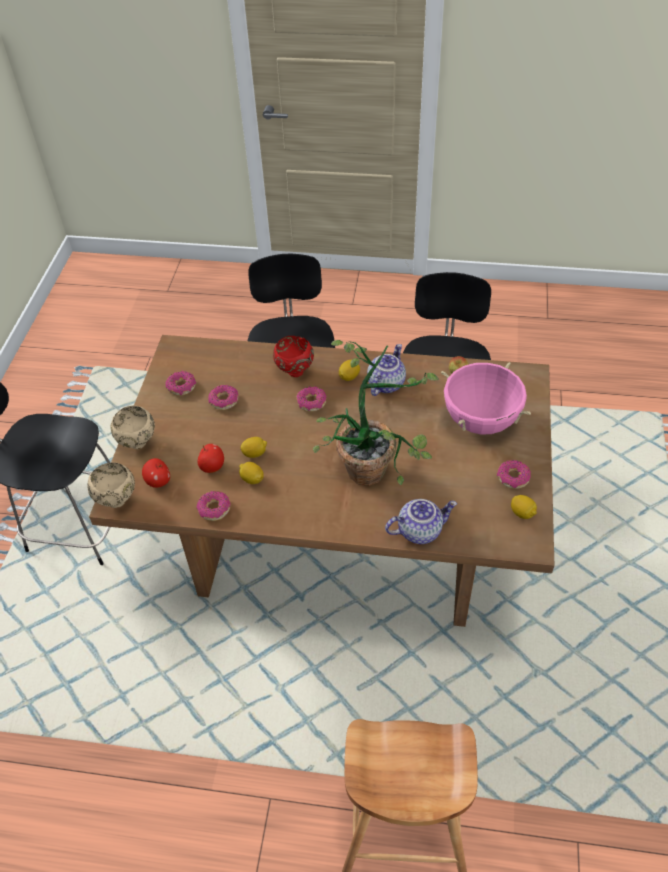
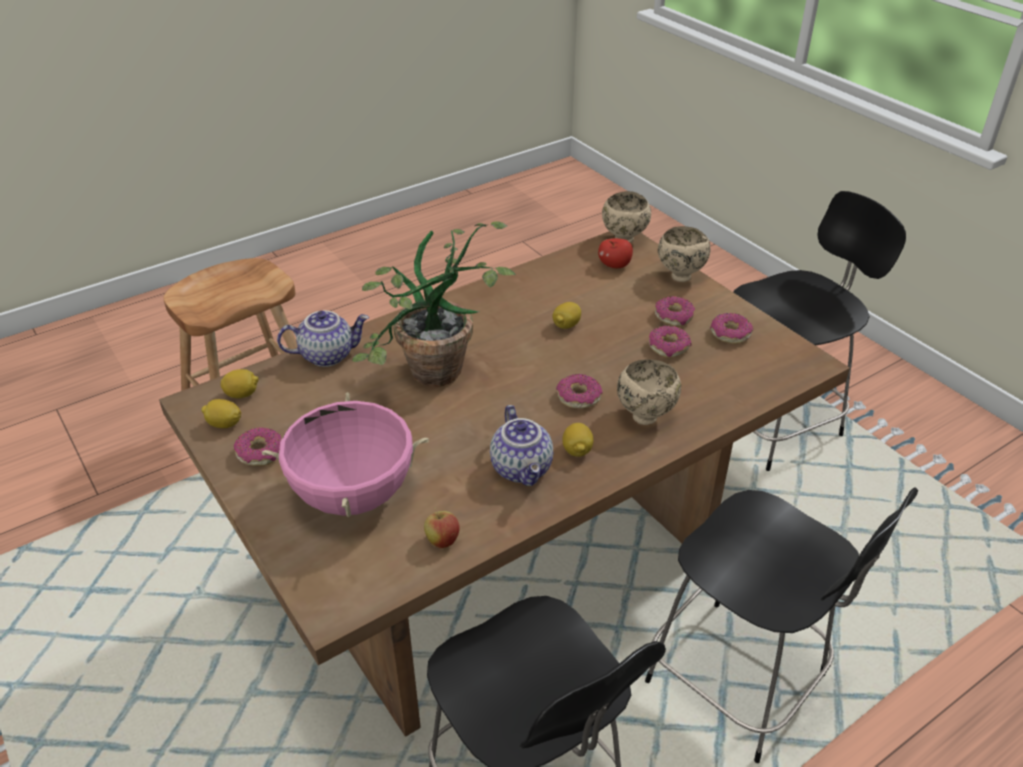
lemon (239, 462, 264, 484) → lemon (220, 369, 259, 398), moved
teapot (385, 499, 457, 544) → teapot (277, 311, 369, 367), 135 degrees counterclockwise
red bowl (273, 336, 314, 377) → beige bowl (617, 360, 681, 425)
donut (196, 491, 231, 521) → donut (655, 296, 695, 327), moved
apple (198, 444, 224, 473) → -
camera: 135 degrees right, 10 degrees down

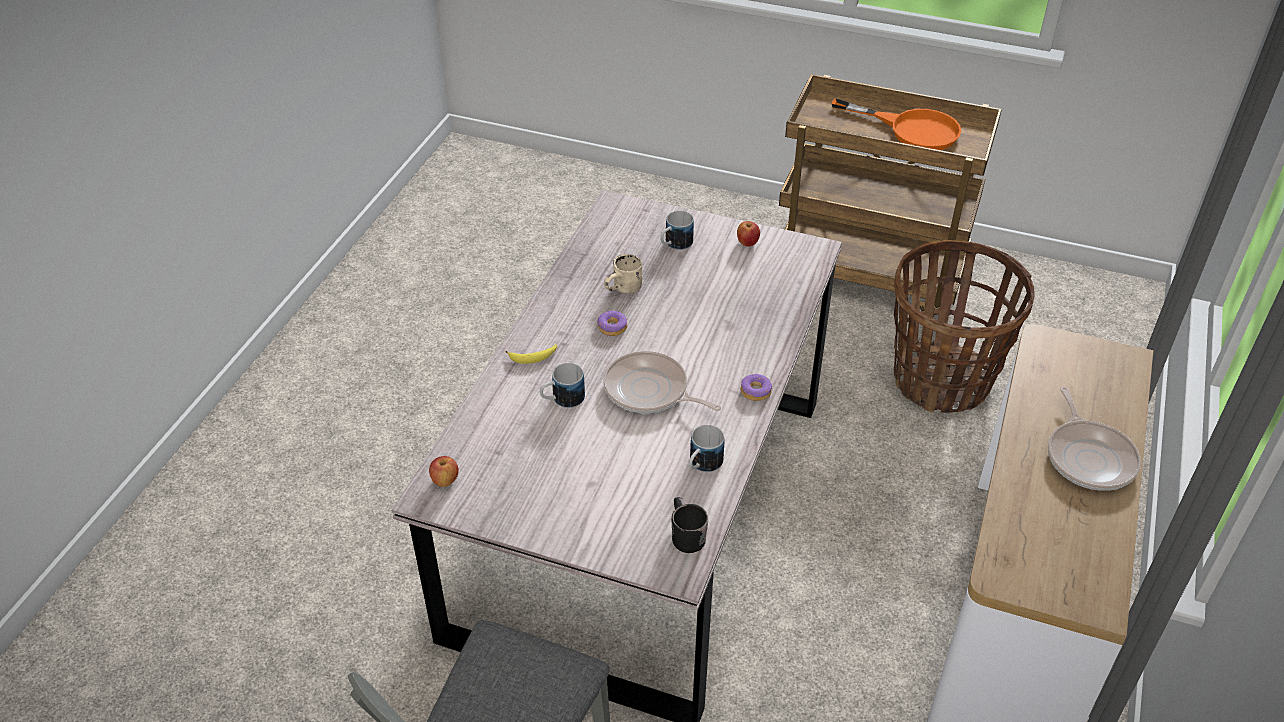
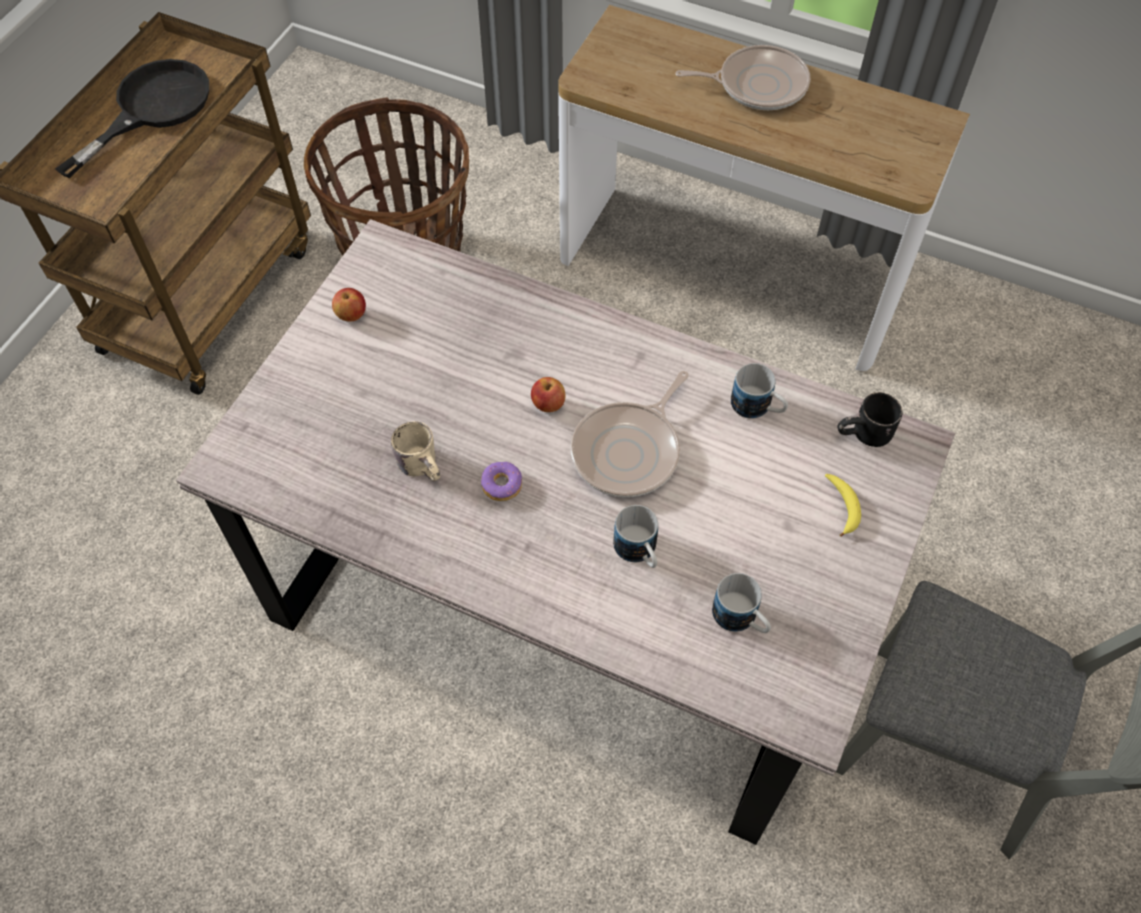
orange frying pan (831, 98, 961, 150) → black frying pan (55, 59, 209, 178)
apple (429, 456, 459, 487) → apple (531, 377, 565, 412), moved
mug (660, 211, 694, 250) → mug (712, 573, 771, 633), moved
banana (506, 344, 557, 364) → banana (825, 474, 861, 537), moved
donut (741, 374, 772, 401) → -
camera: 85 degrees left, 15 degrees up

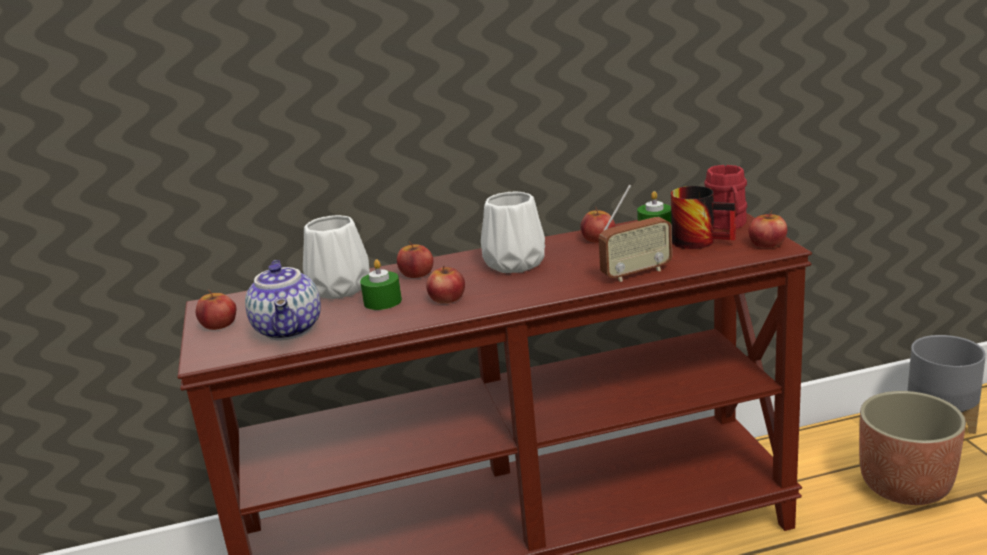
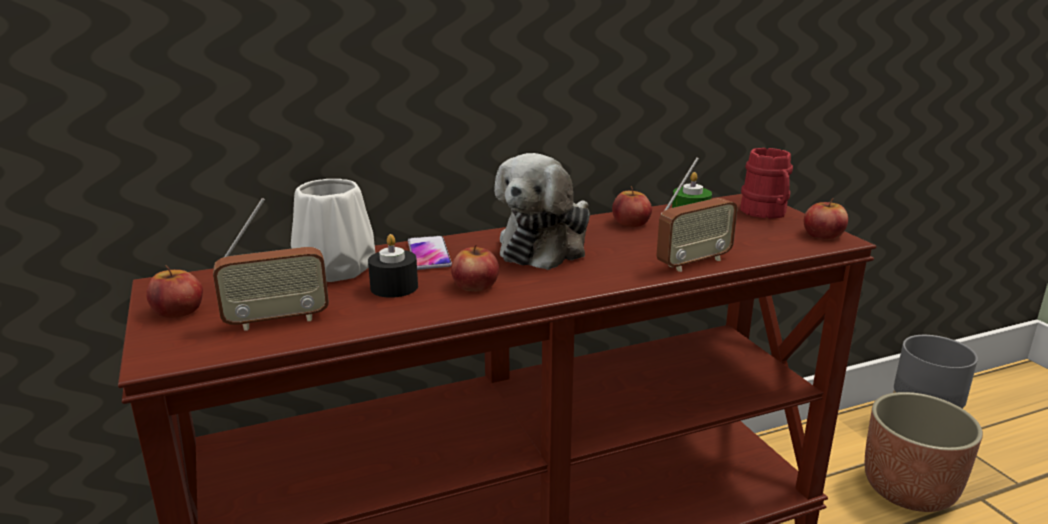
teapot (245, 260, 321, 340) → radio (213, 198, 329, 331)
green candle (360, 259, 402, 310) → black candle (368, 234, 418, 298)
apple (397, 242, 433, 278) → phone (408, 236, 452, 270)
white vase (481, 192, 545, 273) → plush toy (494, 153, 590, 270)
mug (671, 186, 736, 249) → -
camera: 10 degrees left, 0 degrees up

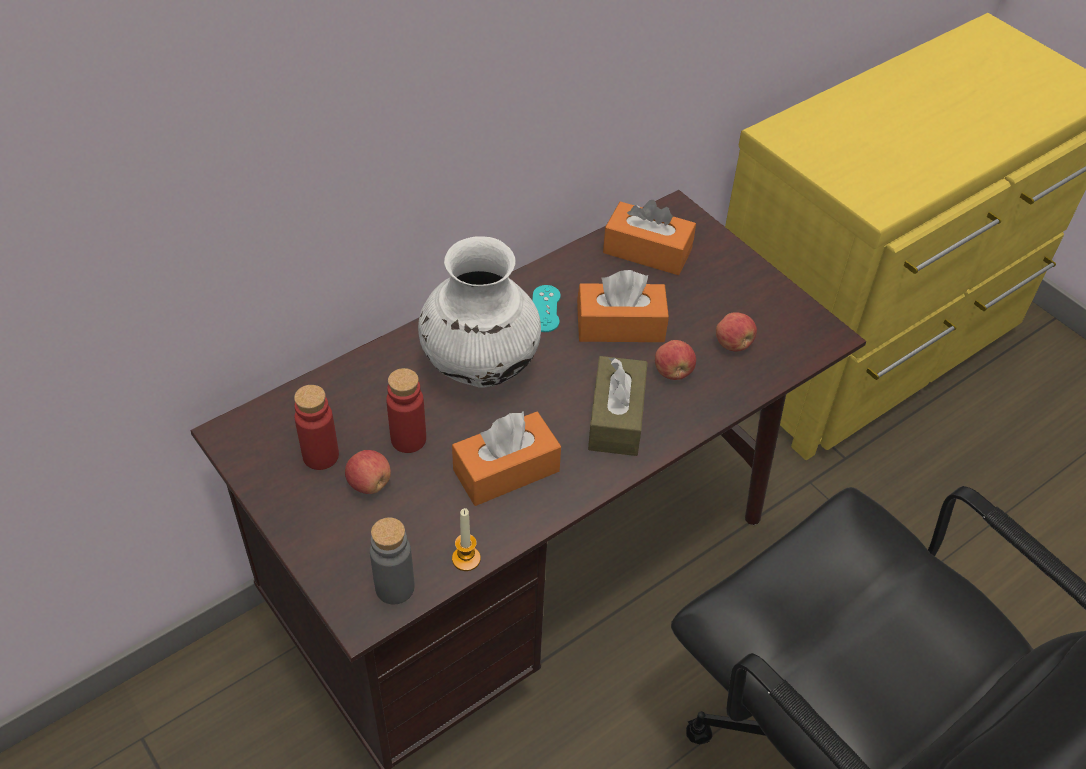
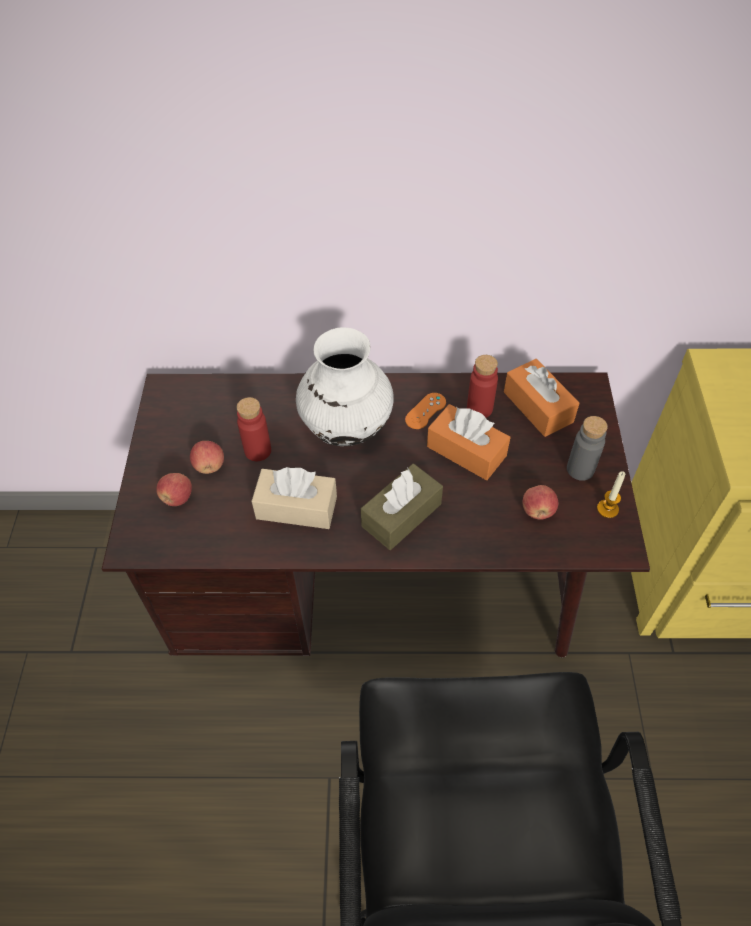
apple (655, 340, 696, 380) → apple (156, 473, 192, 506), moved
orange tissue box (452, 411, 561, 506) → beige tissue box (252, 467, 337, 529)
turquoise game controller (532, 285, 561, 332) → orange game controller (405, 393, 446, 429)
red bottle (294, 385, 339, 470) → red bottle (467, 355, 498, 418), moved
grey bottle (370, 517, 415, 605) → grey bottle (567, 416, 608, 481), moved
candle (452, 508, 481, 571) → candle (597, 471, 626, 518), moved
camera: 40 degrees right, 5 degrees up

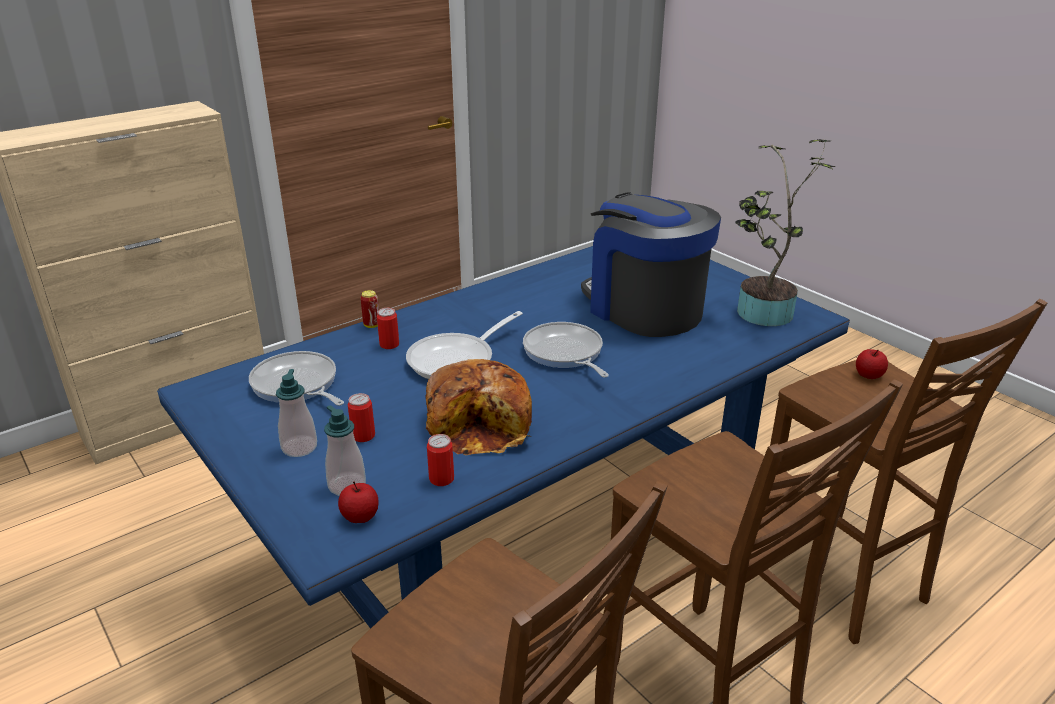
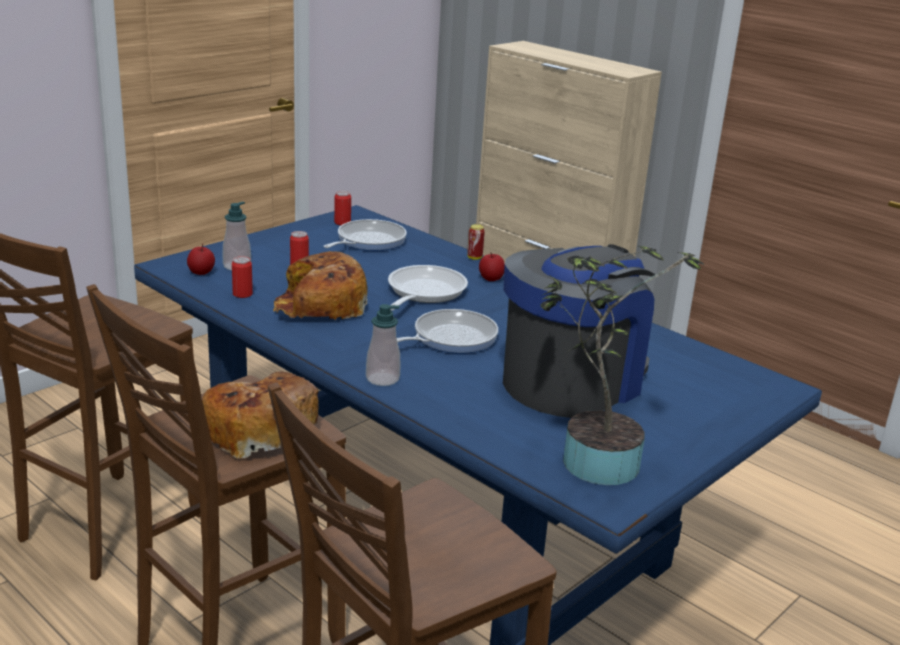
- → bread (202, 371, 319, 458)
can (377, 308, 399, 349) → can (334, 191, 351, 225), moved
soap dispenser (276, 369, 317, 457) → soap dispenser (366, 304, 401, 386), moved
frying pan (406, 311, 523, 379) → frying pan (388, 265, 468, 311), 75 degrees clockwise
apple (856, 349, 888, 379) → apple (479, 252, 505, 281), moved
camera: 80 degrees right, 5 degrees down

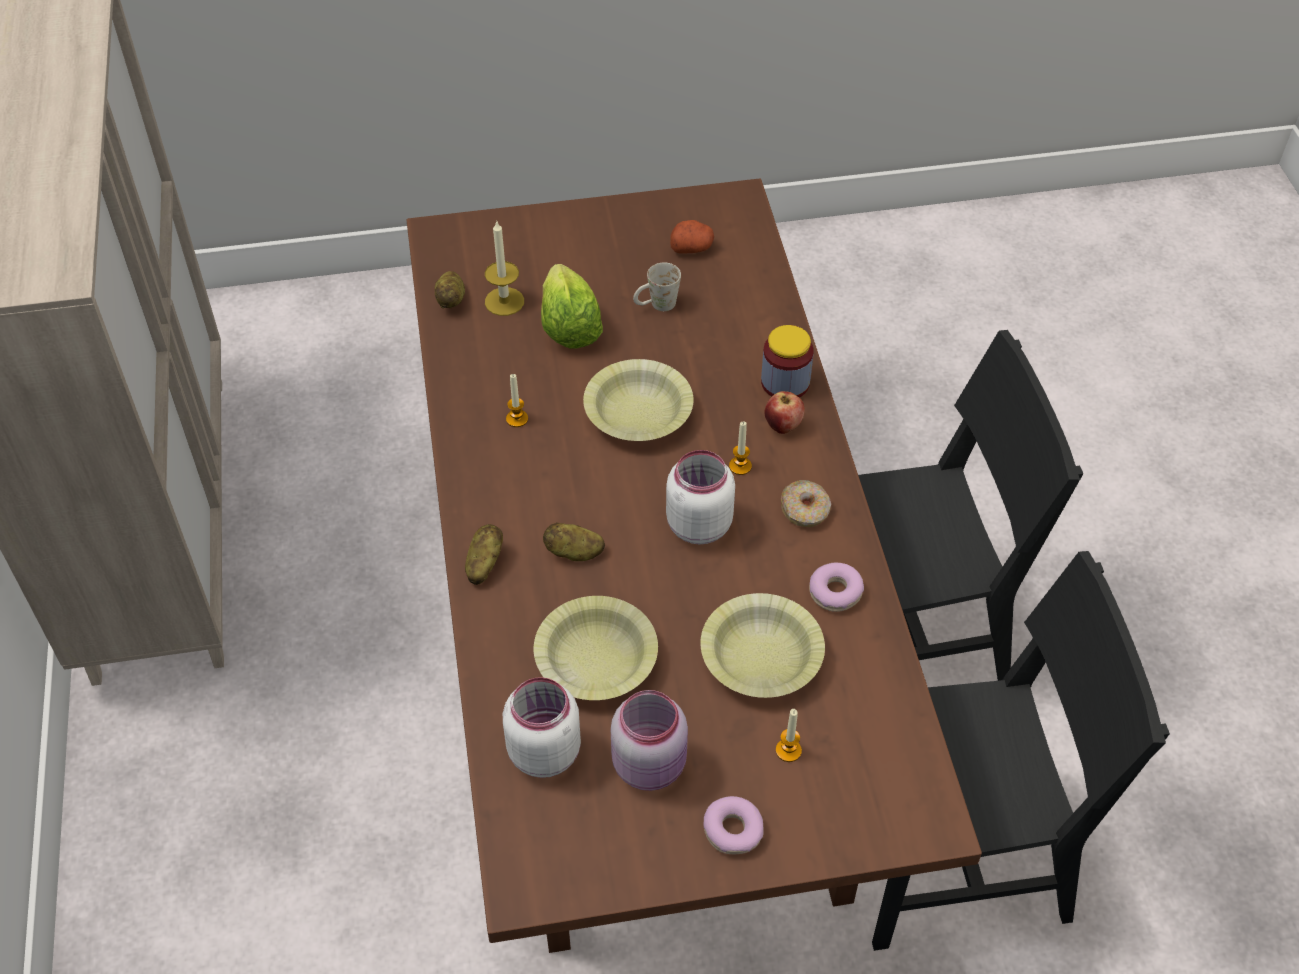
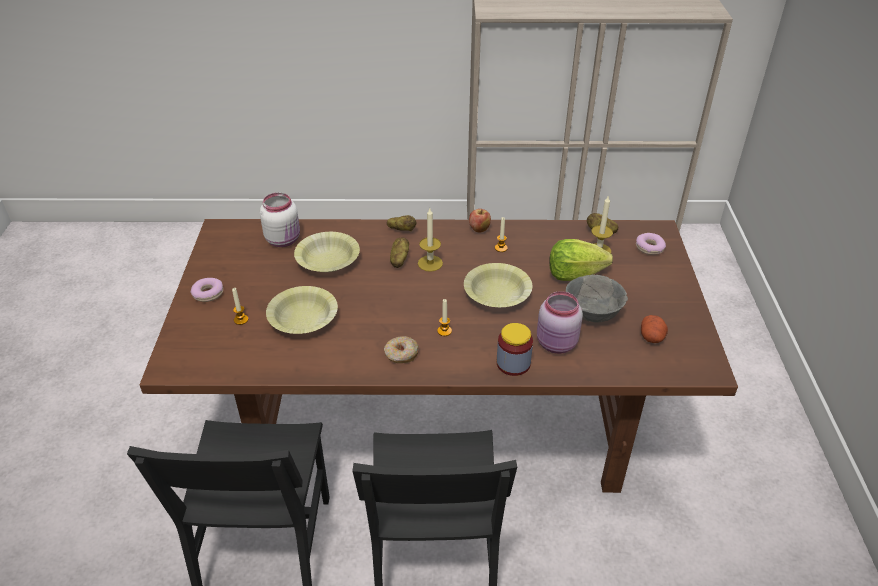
- → candle (418, 208, 443, 272)
apple (764, 391, 805, 434) → apple (469, 209, 491, 233), moved
pink jar (611, 690, 688, 791) → pink jar (537, 291, 583, 354), moved
white mug (633, 262, 681, 311) → grey bowl (566, 275, 628, 323)
donut (809, 563, 864, 612) → donut (636, 233, 666, 255), moved
white jar (666, 450, 735, 545) → -
camera: 100 degrees right, 10 degrees down

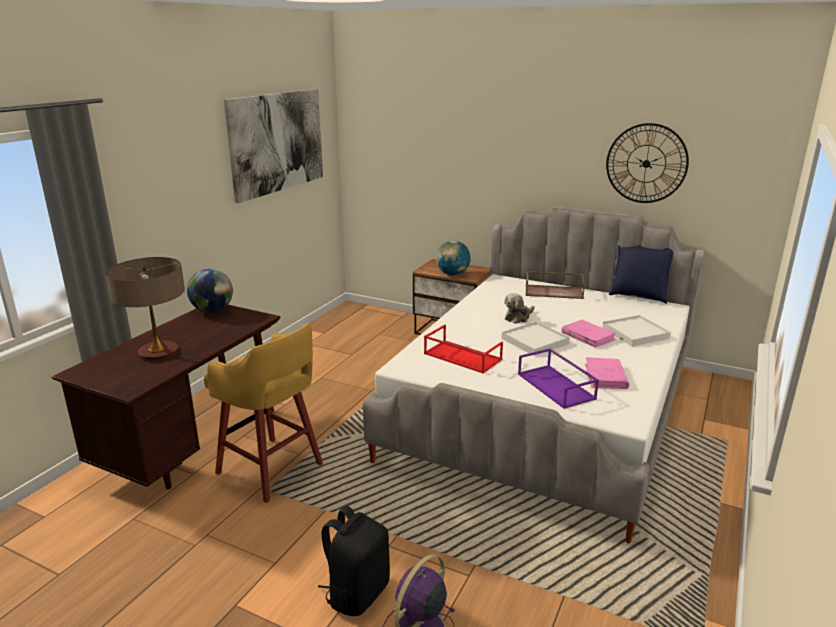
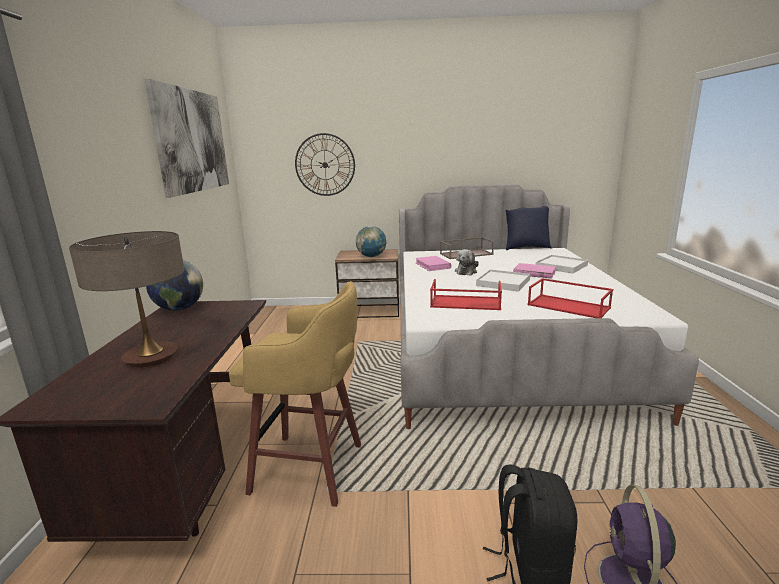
wall clock (606, 123, 689, 203) → wall clock (295, 133, 355, 196), moved
pink book (585, 358, 629, 389) → pink book (415, 256, 452, 271), moved
purple tray (518, 348, 599, 409) → red tray (528, 278, 613, 318)
camera: 25 degrees left, 5 degrees down

